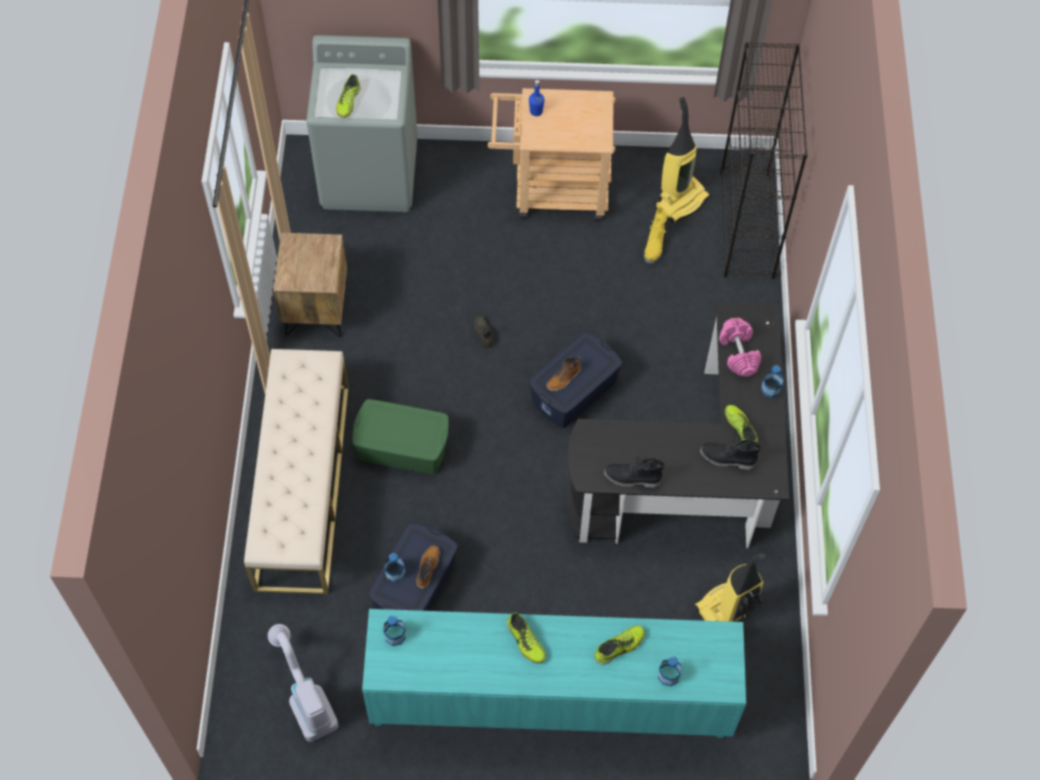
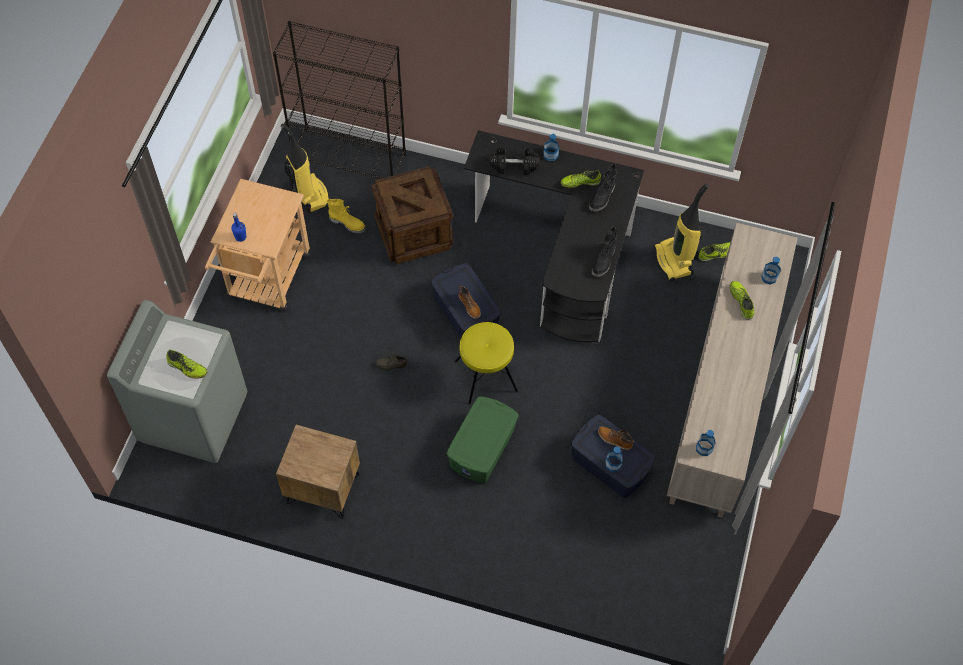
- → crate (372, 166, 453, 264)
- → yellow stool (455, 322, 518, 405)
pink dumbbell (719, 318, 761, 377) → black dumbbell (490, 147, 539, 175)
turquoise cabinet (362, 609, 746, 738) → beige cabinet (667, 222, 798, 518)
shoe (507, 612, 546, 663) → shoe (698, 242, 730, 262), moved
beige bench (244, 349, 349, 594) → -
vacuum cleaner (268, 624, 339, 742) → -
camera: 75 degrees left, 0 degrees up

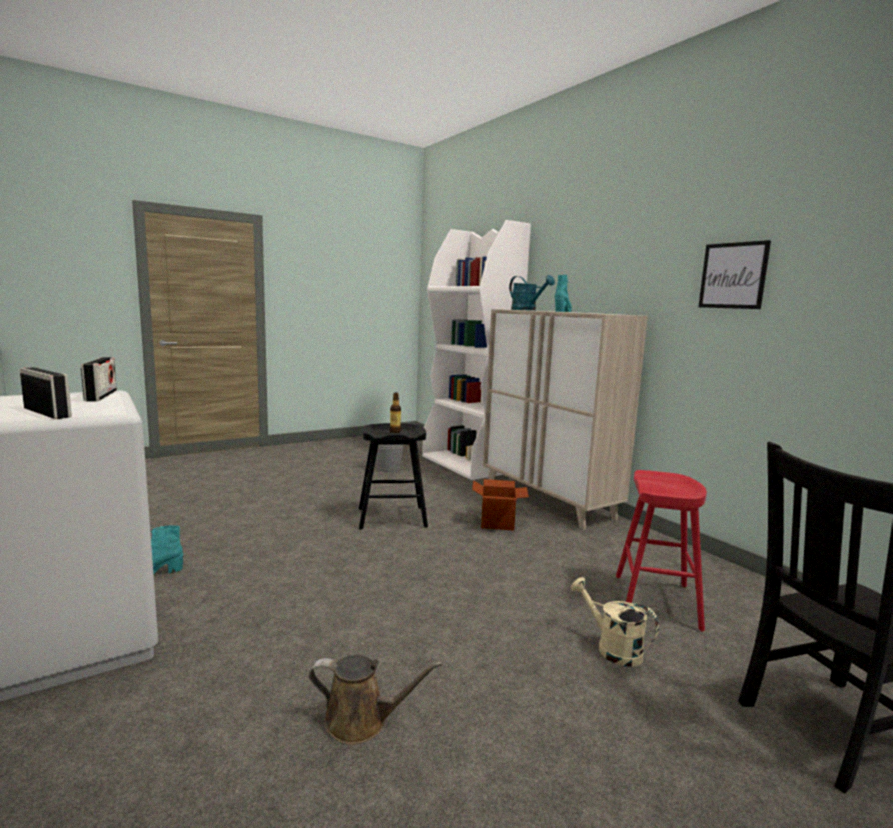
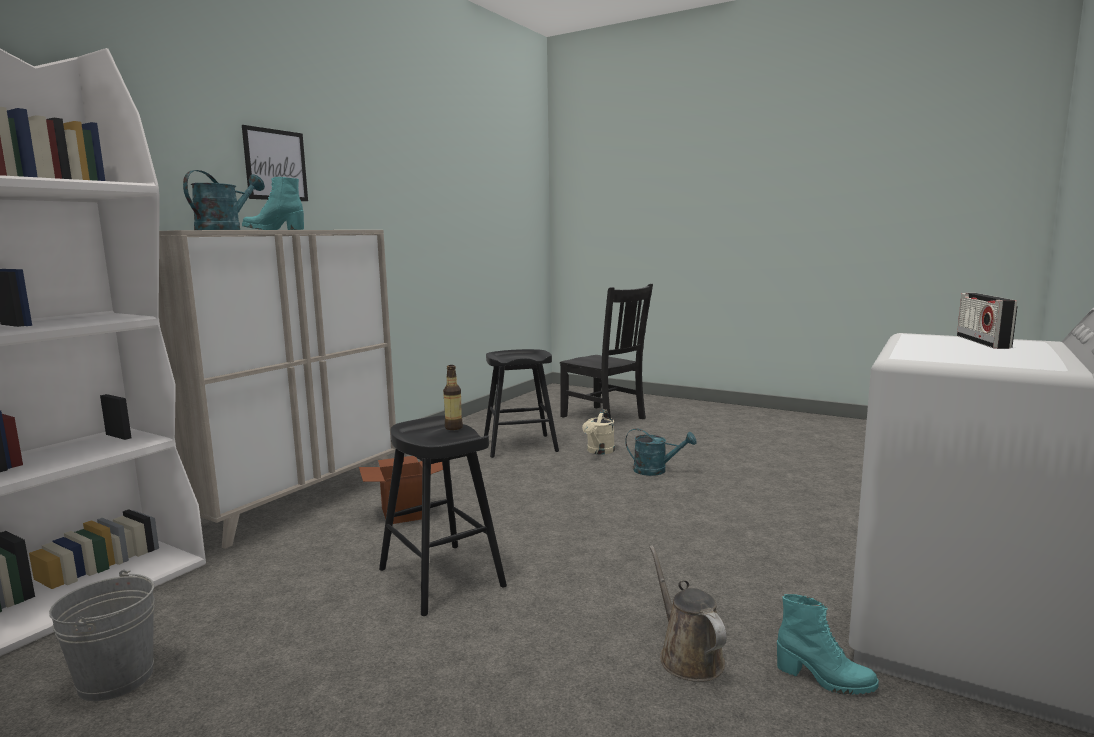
picture (698, 240, 771, 309) → picture (242, 125, 308, 201), moved
red stool (616, 470, 707, 631) → black stool (484, 349, 559, 458)
- → turquoise watering can (625, 428, 696, 476)
brown watering can (309, 654, 443, 745) → brown watering can (649, 545, 727, 682), moved
radio (81, 357, 117, 402) → -
camera: 115 degrees left, 0 degrees up

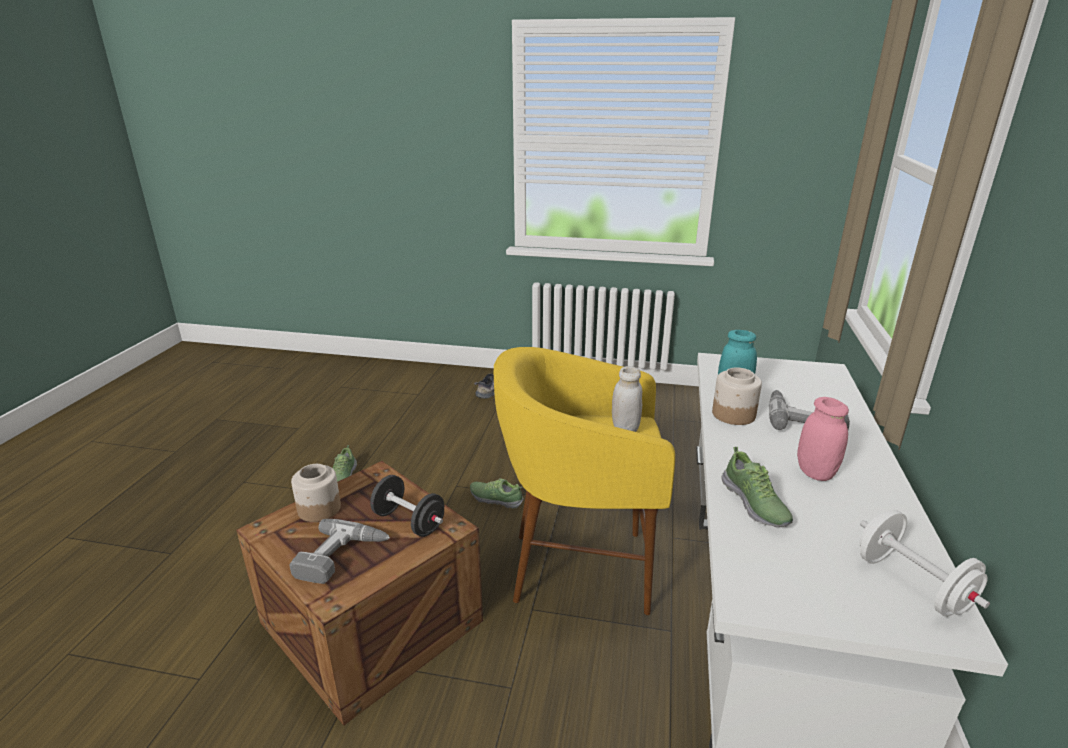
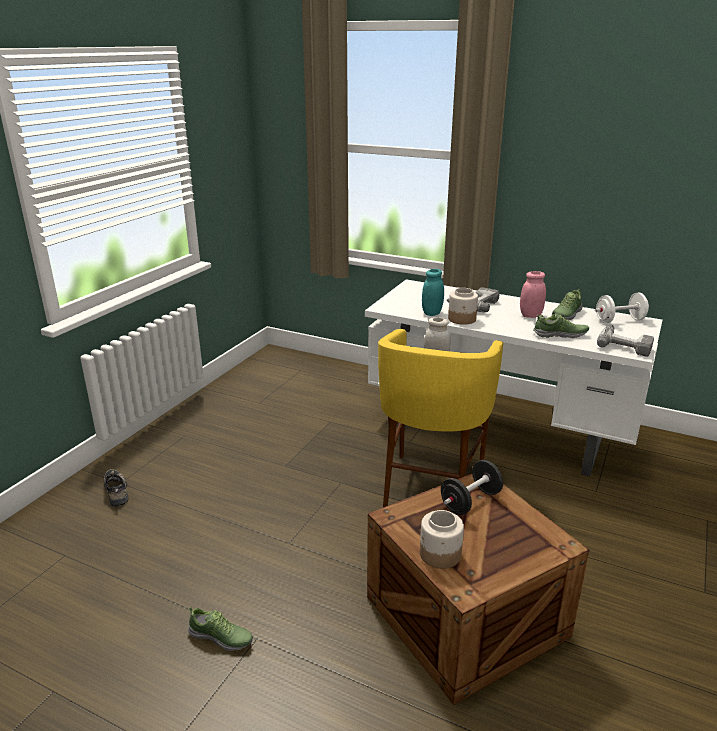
shoe (470, 478, 524, 509) → shoe (552, 289, 583, 320), moved
power drill (289, 519, 390, 584) → power drill (597, 325, 654, 357), moved
camera: 75 degrees left, 0 degrees up

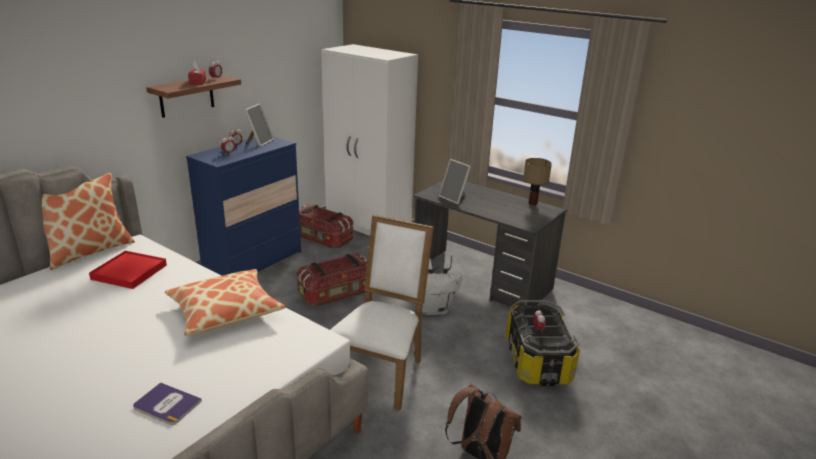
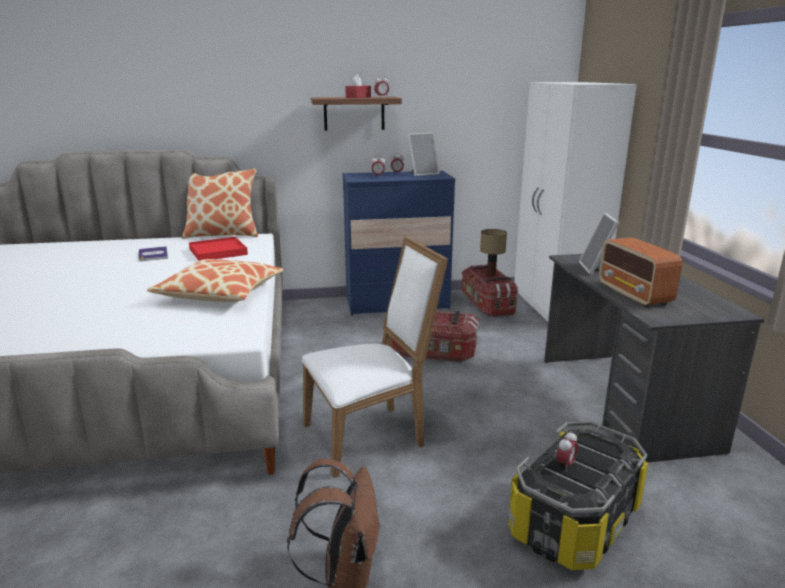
book (133, 382, 202, 425) → book (138, 246, 168, 261), moved
table lamp (523, 158, 552, 205) → table lamp (480, 229, 507, 276), moved
- → radio (599, 237, 682, 307)
white backpack (422, 255, 462, 315) → -
camera: 45 degrees right, 5 degrees down

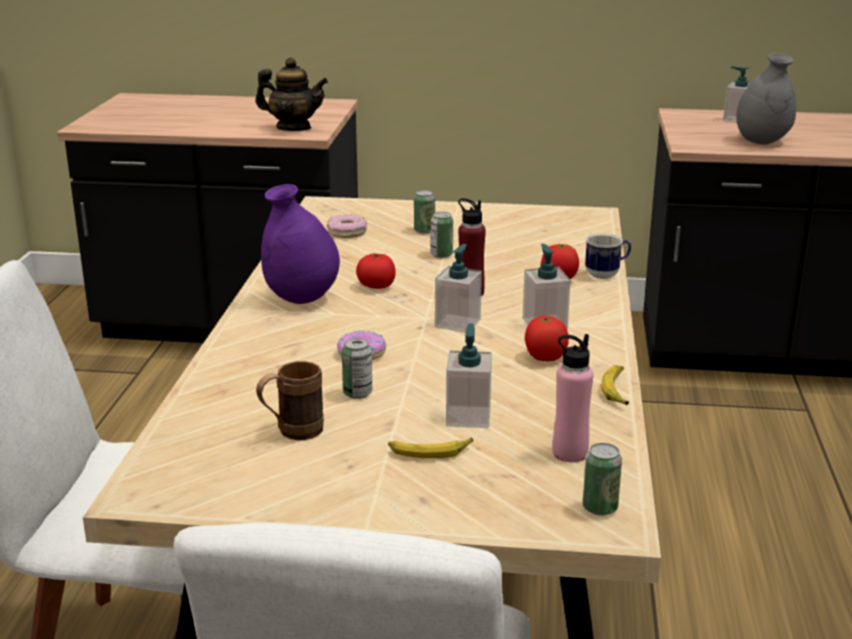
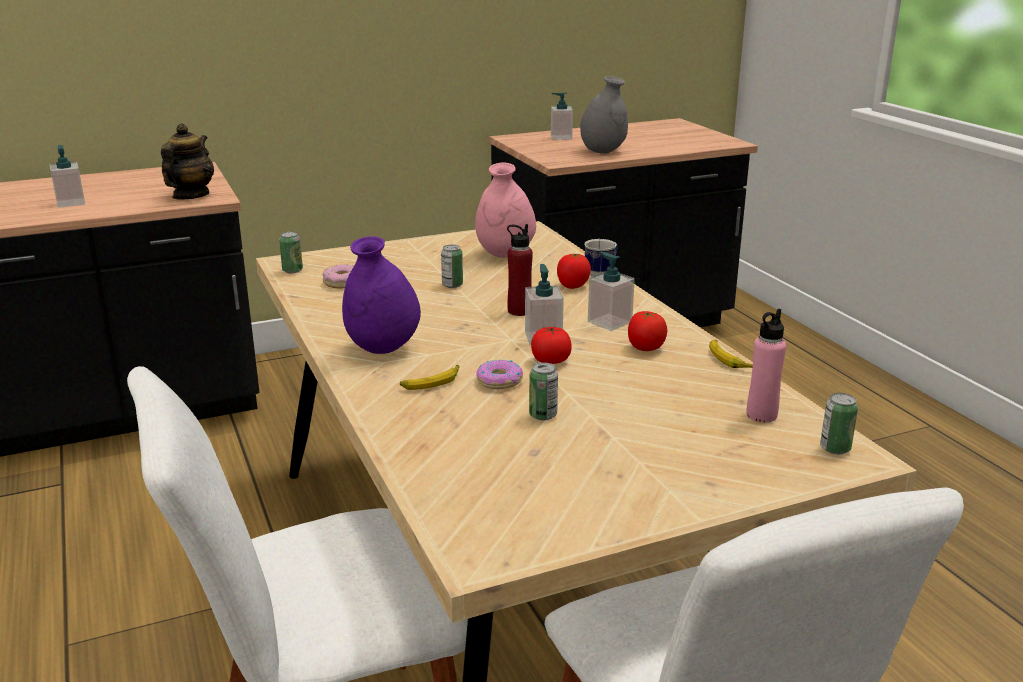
soap dispenser (446, 323, 492, 428) → soap dispenser (50, 145, 85, 208), moved
teapot (255, 57, 328, 131) → teapot (161, 124, 214, 200), 60 degrees counterclockwise
can (414, 190, 435, 234) → can (279, 231, 303, 273), moved
banana (388, 437, 473, 458) → banana (400, 365, 459, 390), moved
- → pink vase (475, 162, 536, 258)
tomato (356, 253, 396, 289) → tomato (531, 326, 571, 364), moved
brown mug (256, 361, 324, 440) → -
camera: 30 degrees left, 0 degrees up

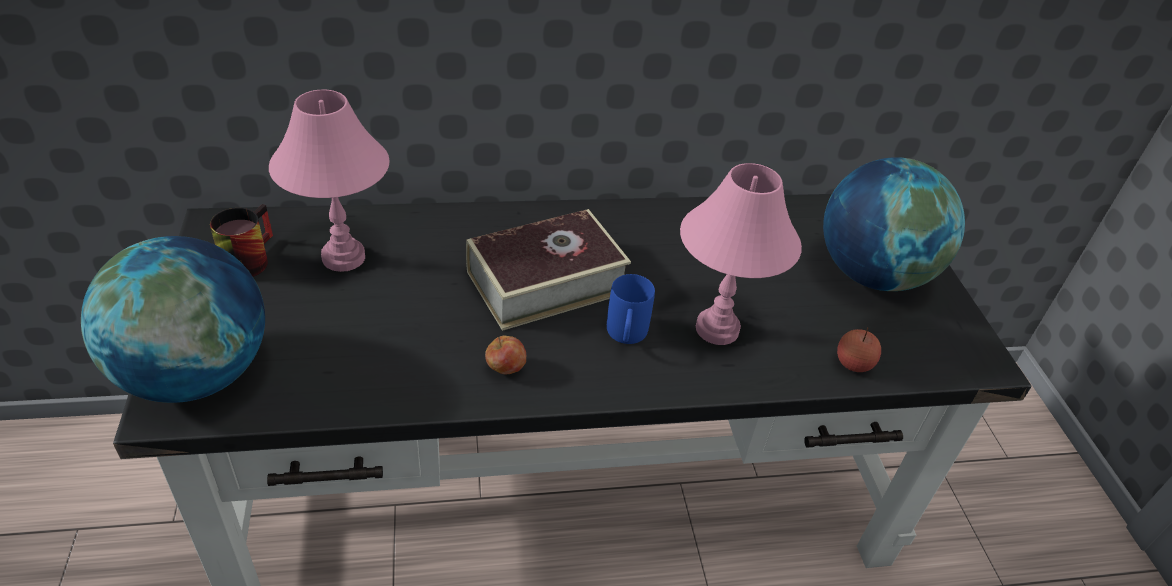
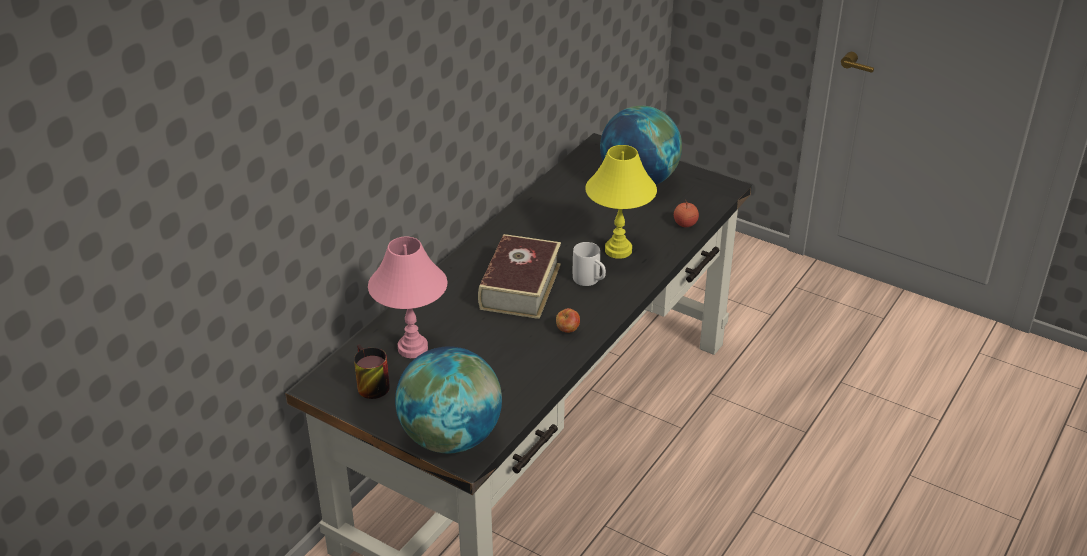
blue mug (607, 274, 655, 344) → white mug (573, 242, 606, 286)
pink table lamp (680, 163, 802, 345) → yellow table lamp (585, 145, 657, 259)
camera: 45 degrees left, 5 degrees down

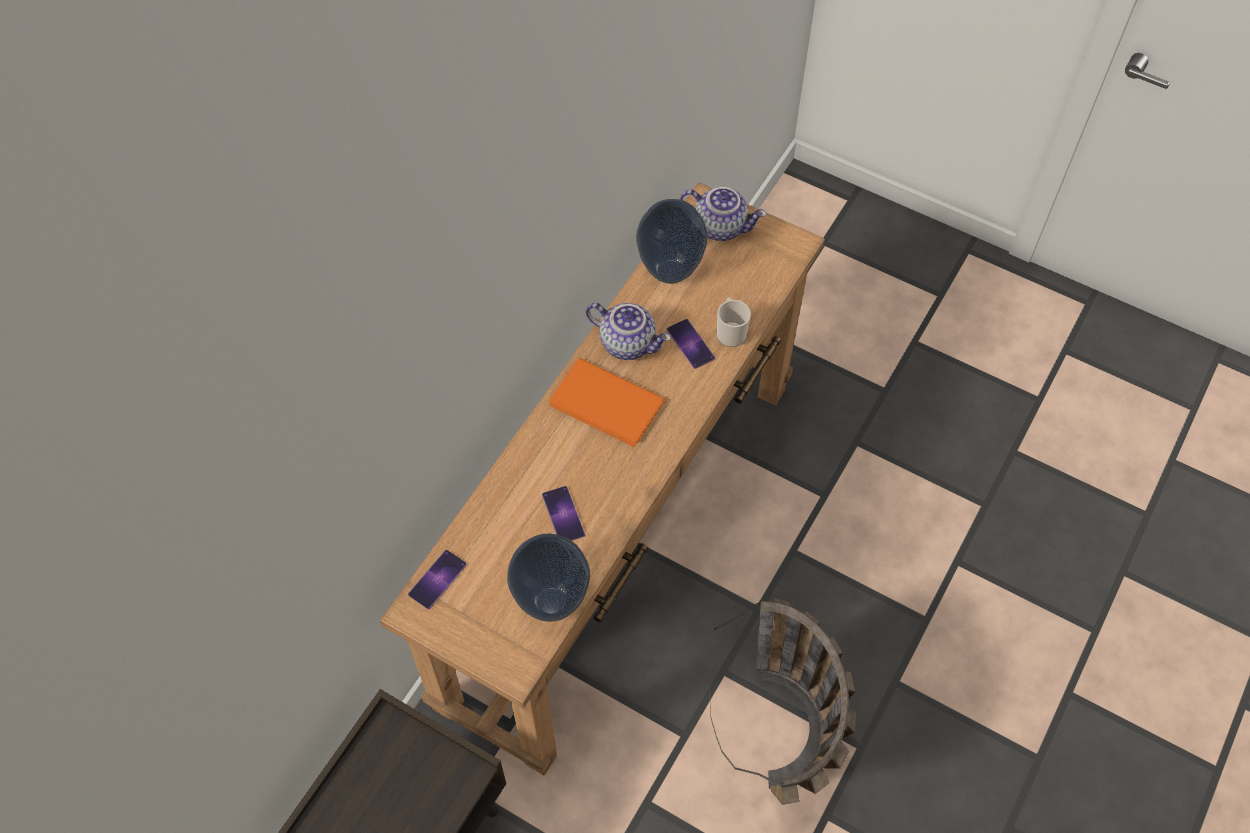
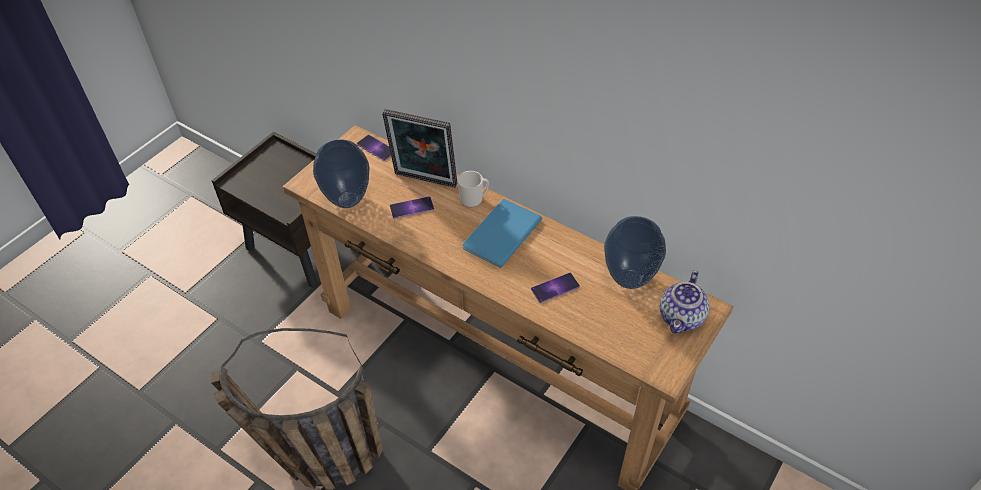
- → picture frame (382, 109, 457, 188)
mug (717, 297, 751, 347) → mug (458, 171, 489, 208), moved
orange book (549, 358, 665, 447) → blue book (463, 199, 542, 268)
teapot (586, 303, 671, 360) → -
camera: 95 degrees right, 10 degrees down

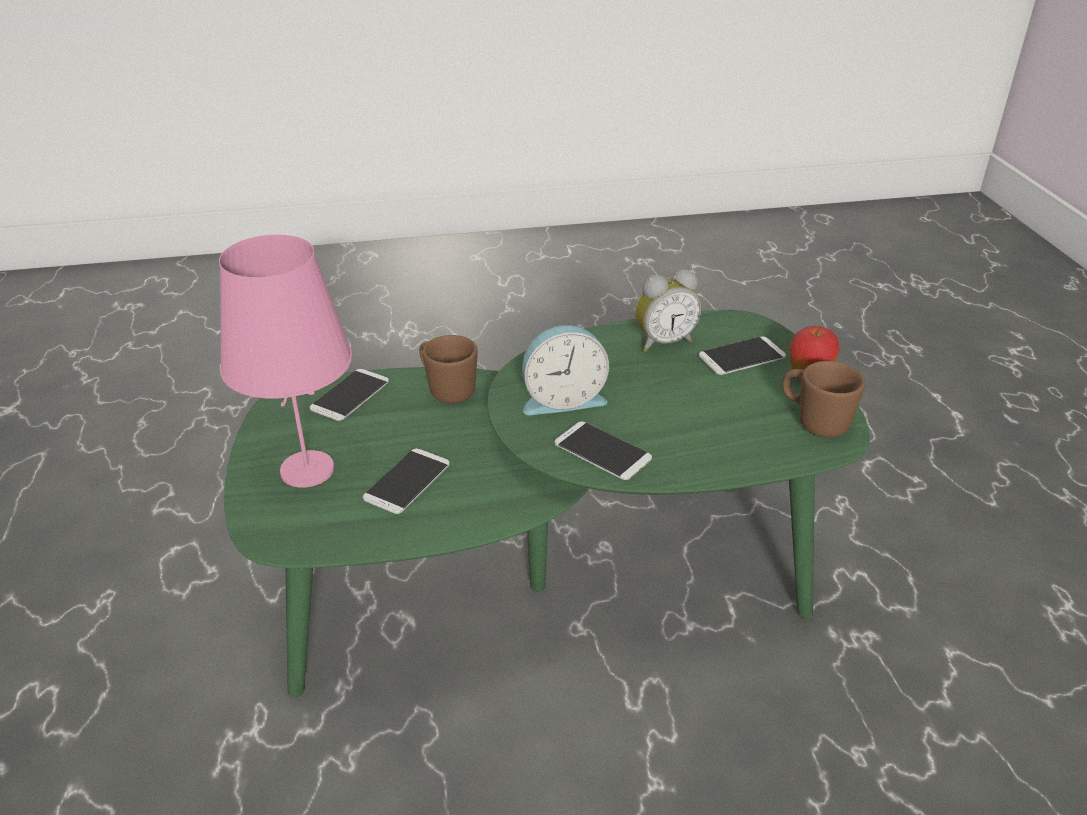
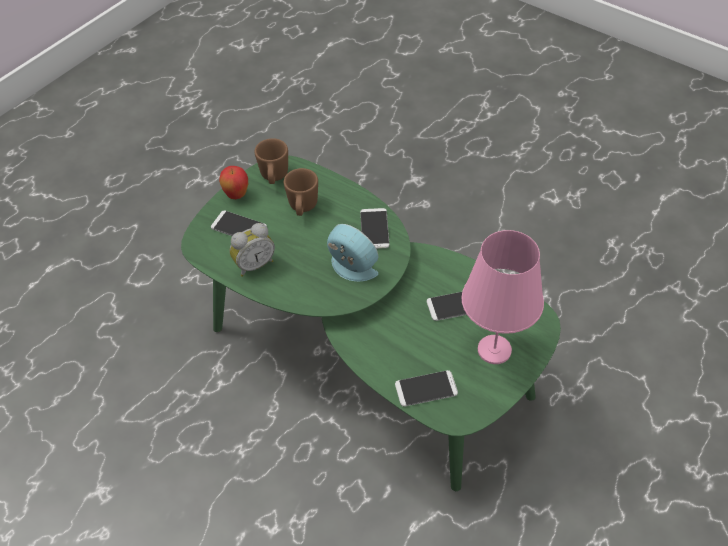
alarm clock (635, 269, 701, 352) → alarm clock (229, 223, 275, 277), 120 degrees clockwise
brown mug (419, 335, 478, 404) → brown mug (284, 168, 318, 216), moved
camera: 130 degrees left, 15 degrees up

